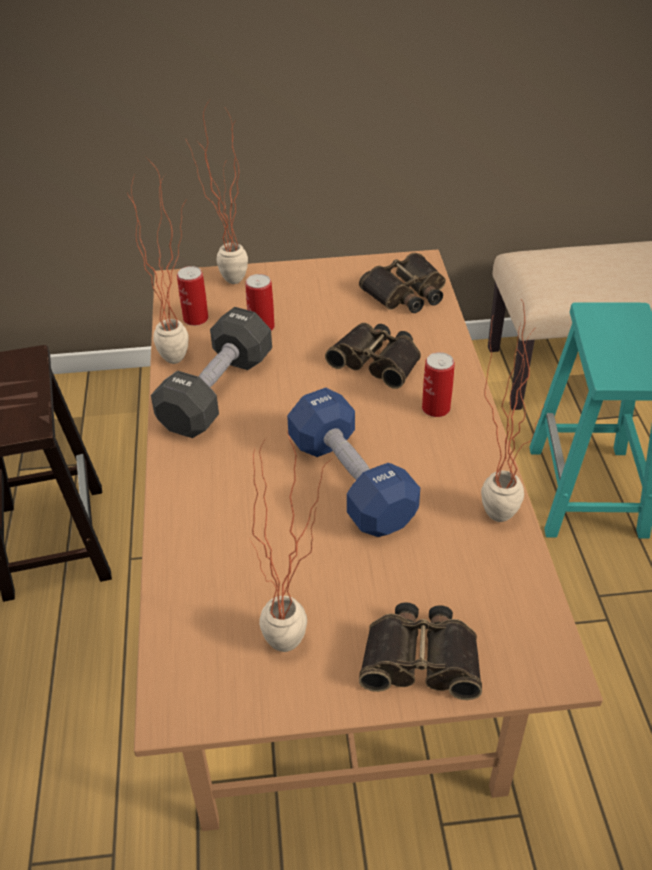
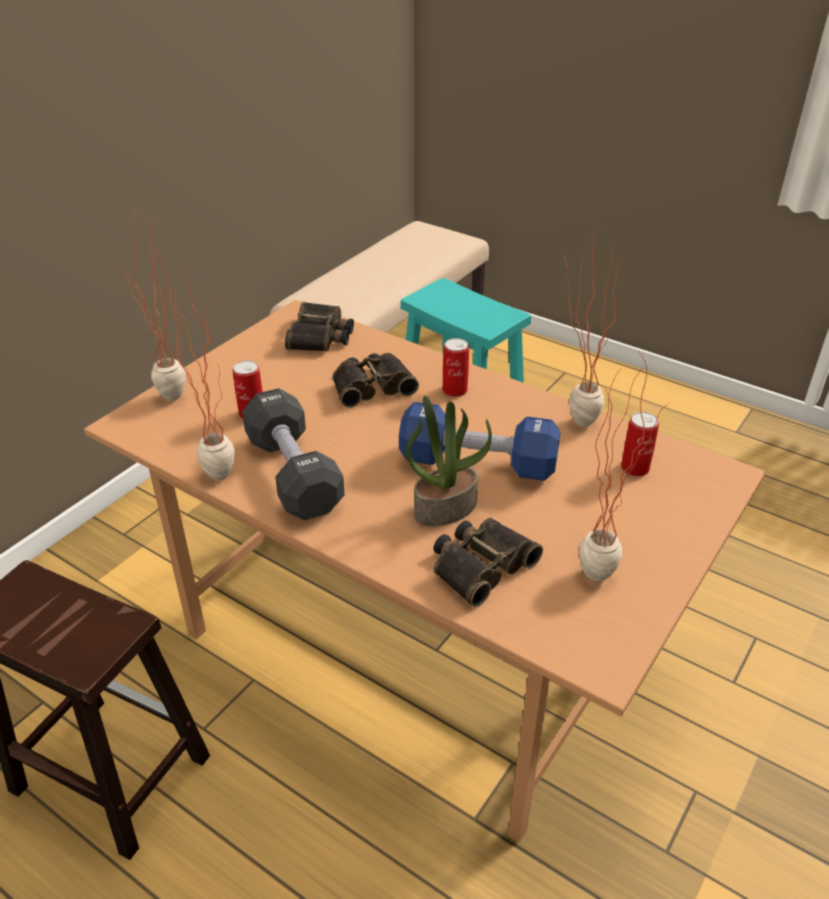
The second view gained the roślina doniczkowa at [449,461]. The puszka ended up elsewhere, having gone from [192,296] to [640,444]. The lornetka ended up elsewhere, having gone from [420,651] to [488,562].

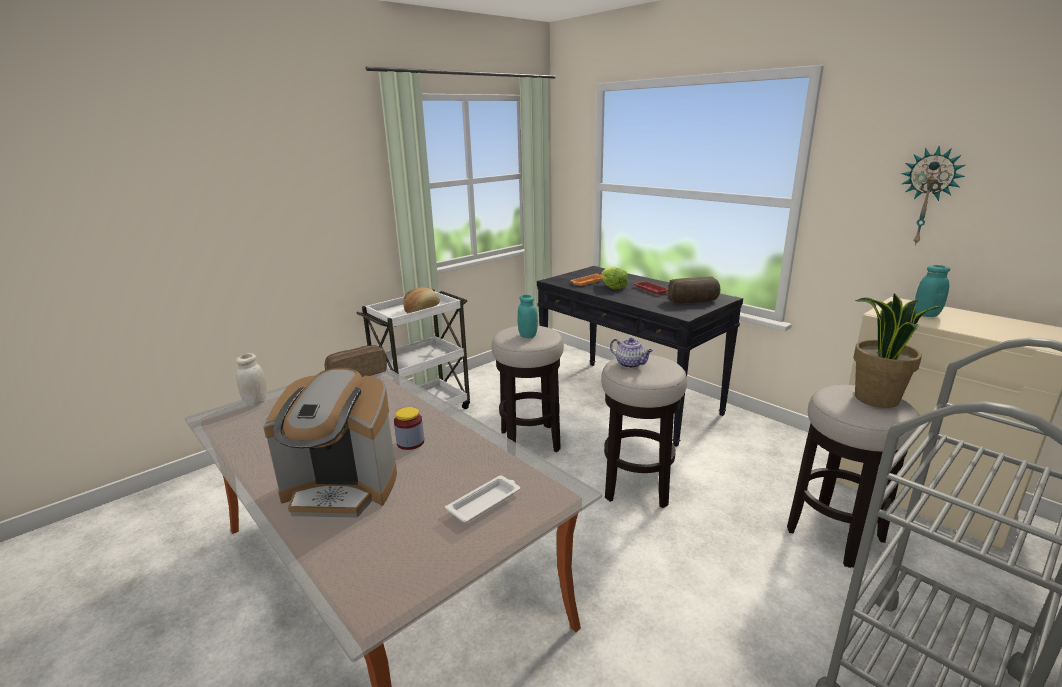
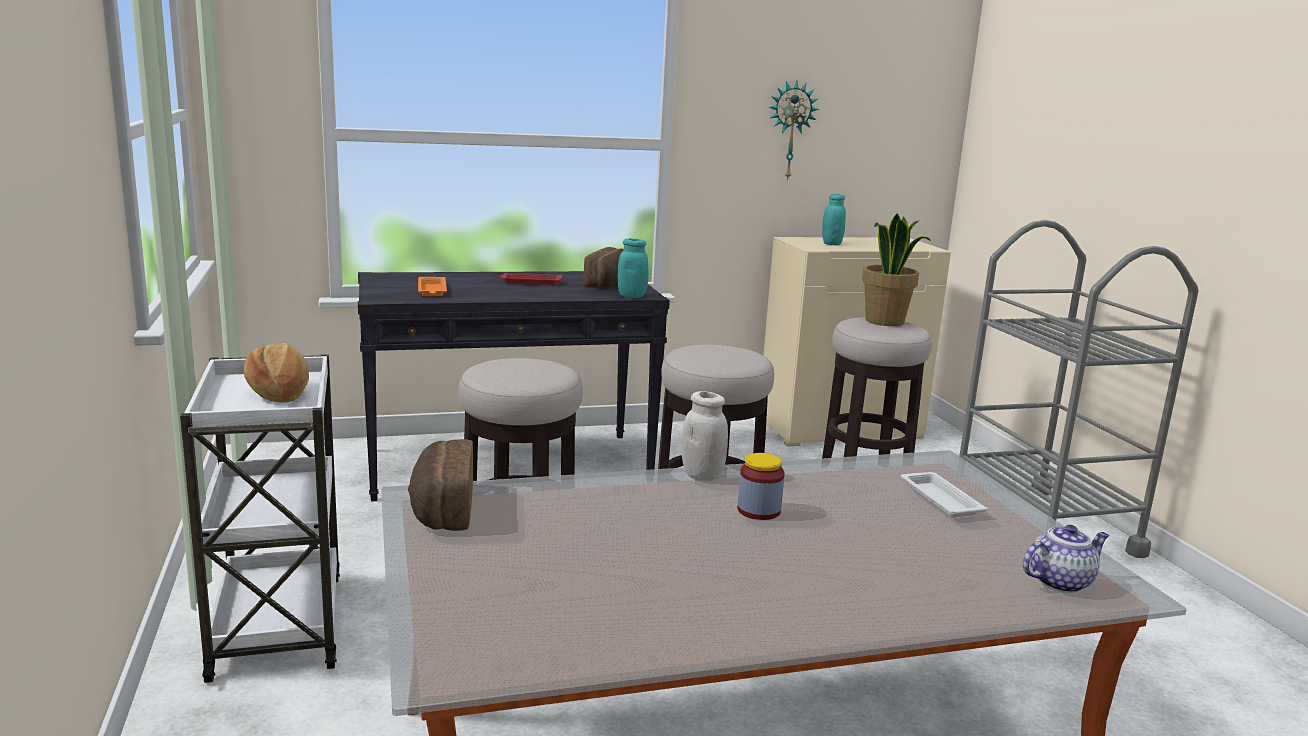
The second view lost the ekspres do kawy at [330,443]. The second view lost the sałata at [614,278]. The słoik (biały) ended up elsewhere, having gone from [251,379] to [704,436]. The słoik (turkusowy) ended up elsewhere, having gone from [528,316] to [633,268]. The imbryk ended up elsewhere, having gone from [631,353] to [1066,559].

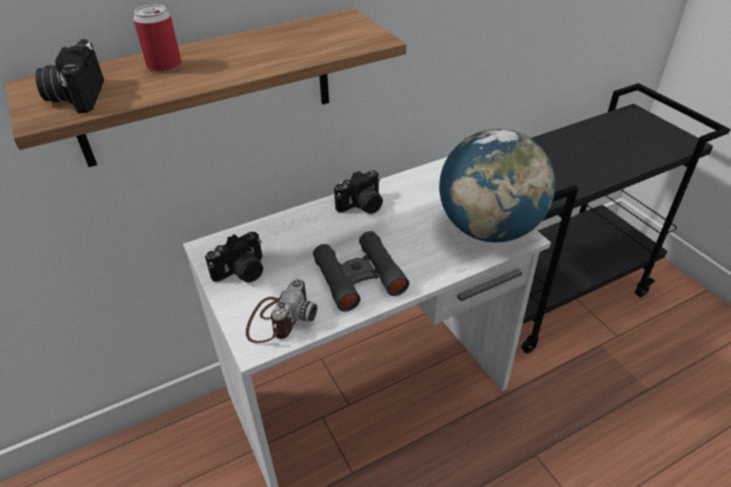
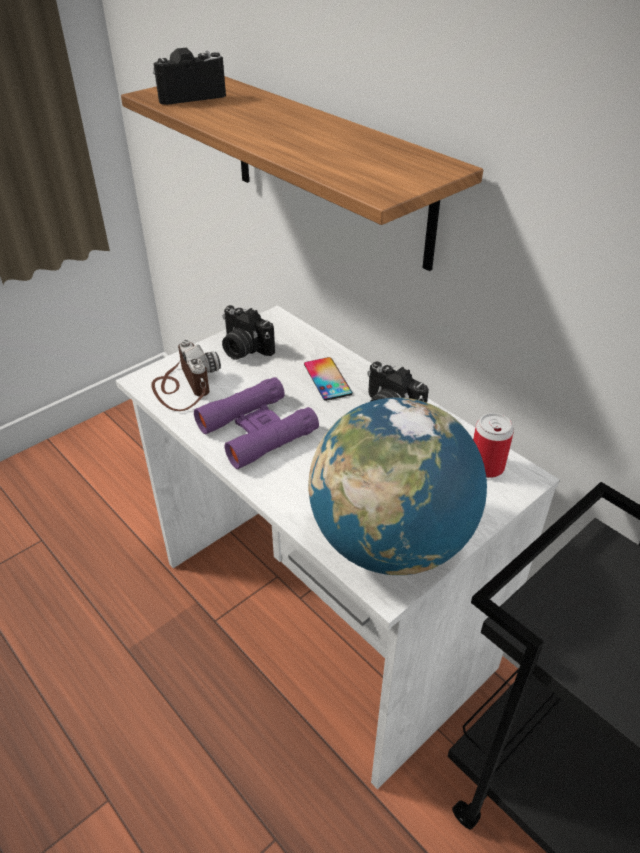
The second view gained the telefon at [328,379]. The puszka ended up elsewhere, having gone from [157,38] to [493,445]. What was the lornetka (czarny) at [361,271] turned into the lornetka (fioletowy) at [256,423]. The aparat fotograficzny at [281,311] ended up facing another way, 120 degrees counterclockwise from before.

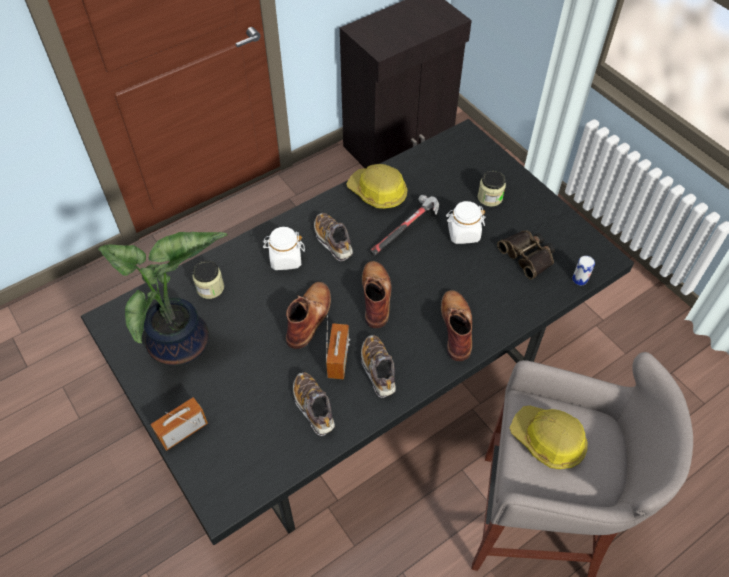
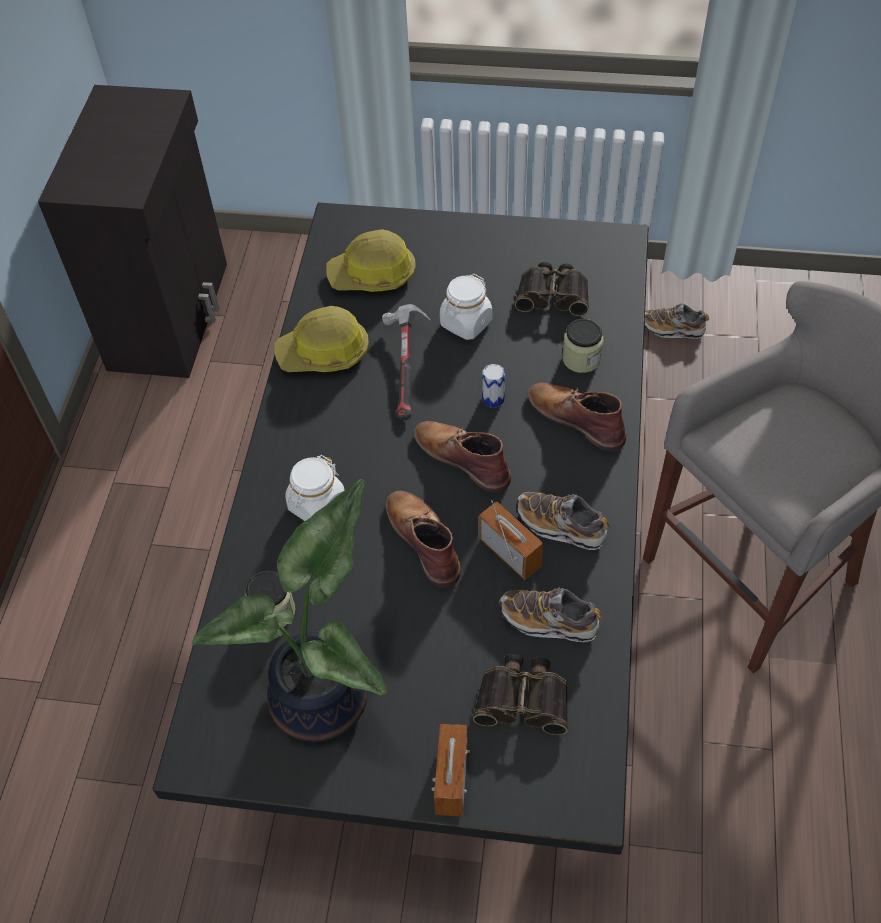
The second view gained the lornetka at [520,694]. The but ended up elsewhere, having gone from [333,237] to [677,321]. The słoik ended up elsewhere, having gone from [491,189] to [583,346]. The kask ended up elsewhere, having gone from [549,437] to [371,260]. The puszka ended up elsewhere, having gone from [583,270] to [493,386].

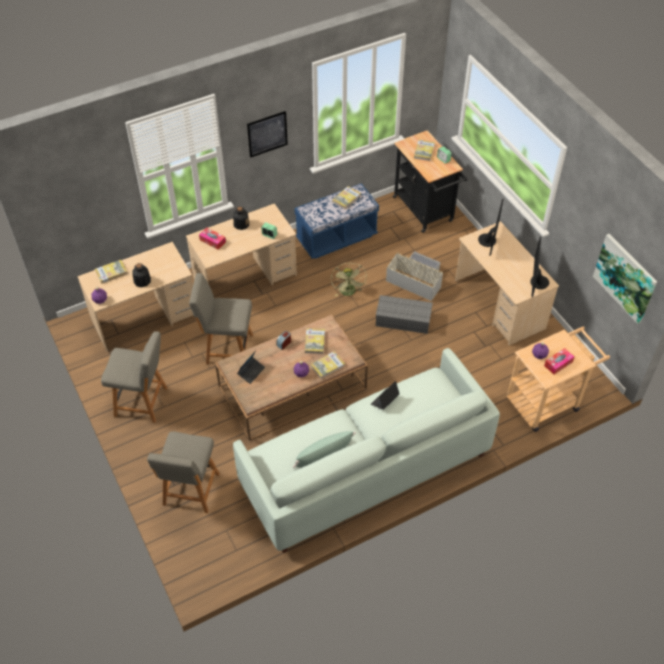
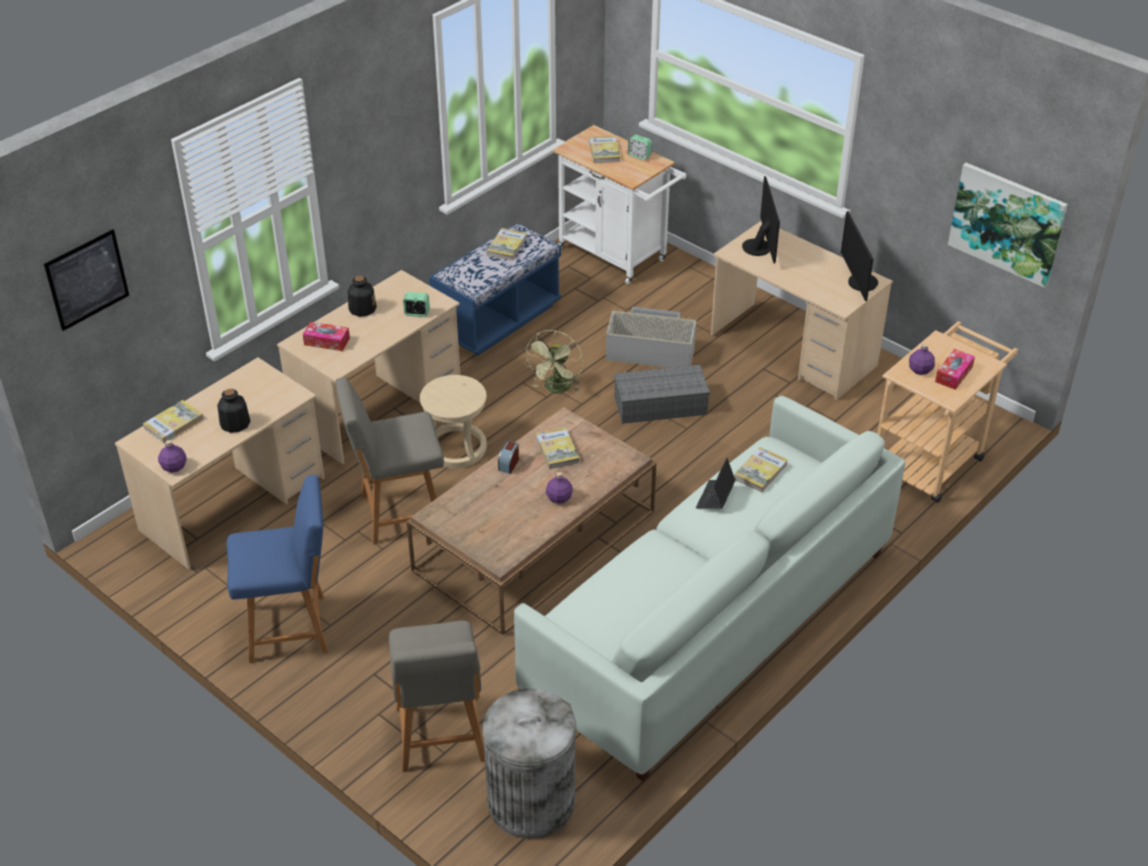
The second view lost the laptop at [251,367]. The second view lost the poduszka (zielony) at [324,449]. The second view gained the stołek (beżowy) at [453,421]. The second view gained the kosz na śmieci (szary) at [529,764]. The obraz ended up elsewhere, having gone from [267,134] to [86,280]. The książka ended up elsewhere, having gone from [328,365] to [761,469]. What was the krzesło (szary) at [134,377] turned into the krzesło (niebieski) at [277,569]. What was the wózek (czarny) at [430,181] turned into the wózek (biały) at [619,204]. The wentylator (zielony) at [349,279] ended up facing another way, 45 degrees clockwise from before.

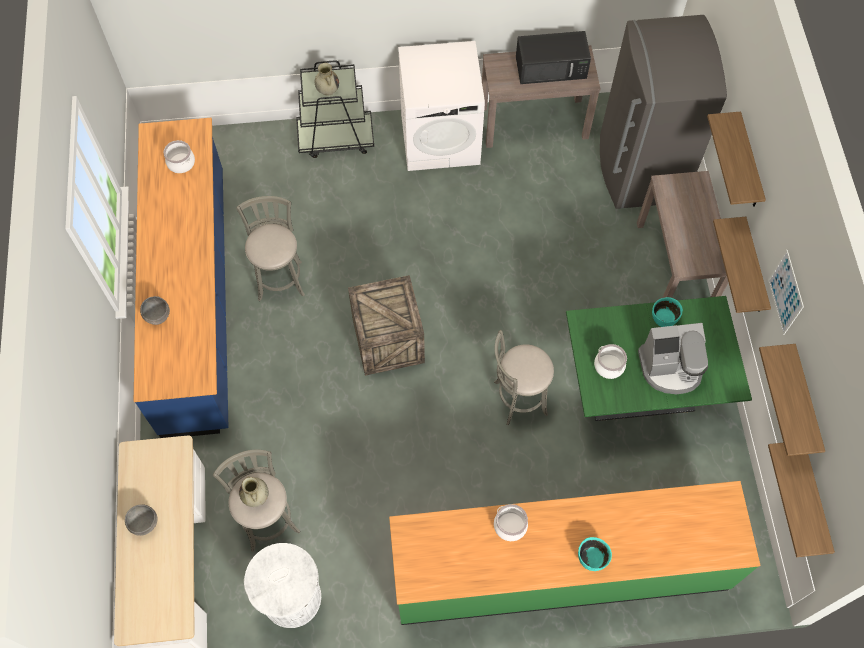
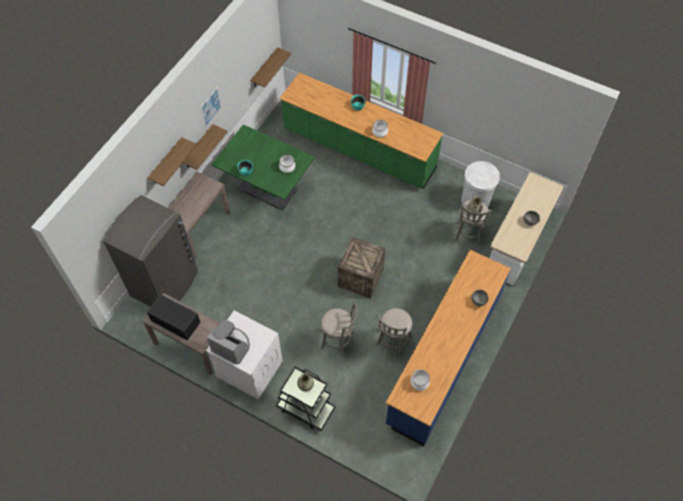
The second view lost the półka at [792,400]. The stołek (szary) ended up elsewhere, having gone from [524,377] to [338,329]. The ekspres do kawy ended up elsewhere, having gone from [673,358] to [228,342].

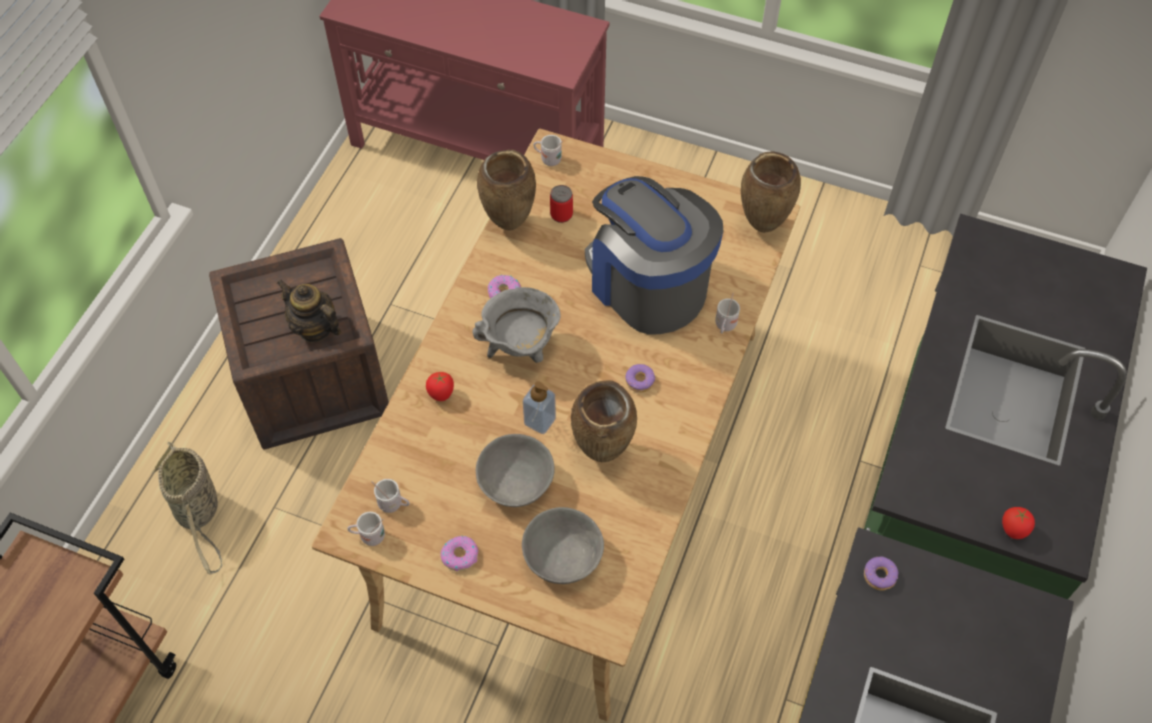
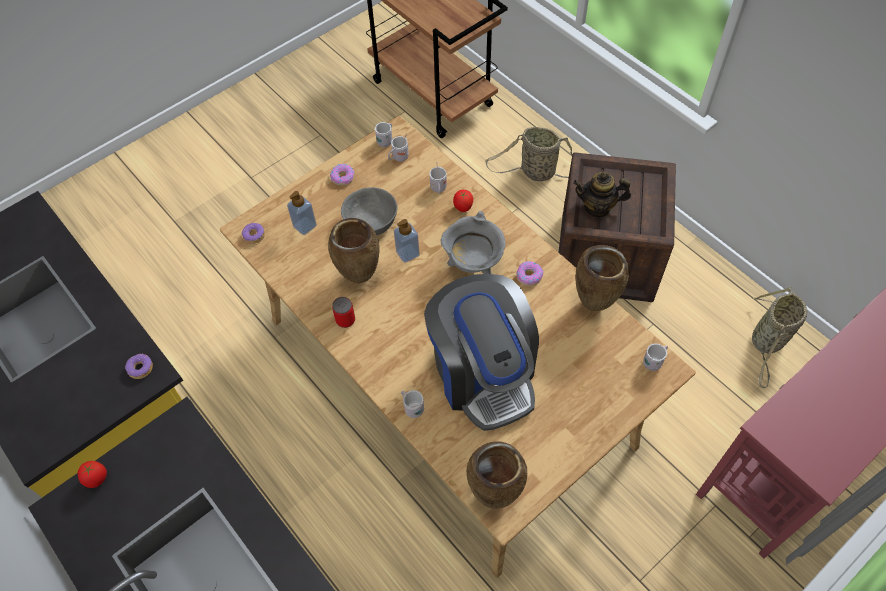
The second view gained the kubek (biały) at [438,178]. The second view gained the koszyk at [779,337]. The puszka ended up elsewhere, having gone from [561,204] to [343,312]. The donut ended up elsewhere, having gone from [641,378] to [253,233]. Where the miska (szary) stood at [563,545], the dozownik mydła came to stand at [302,213]. The imbryk at [309,311] ended up facing another way, 150 degrees counterclockwise from before. The ekspres do kawy at [654,255] ended up facing another way, 75 degrees clockwise from before.

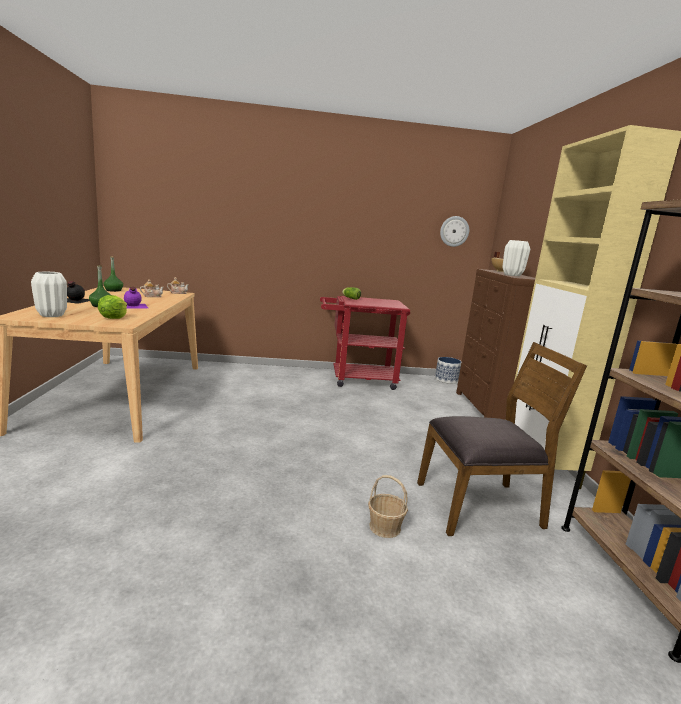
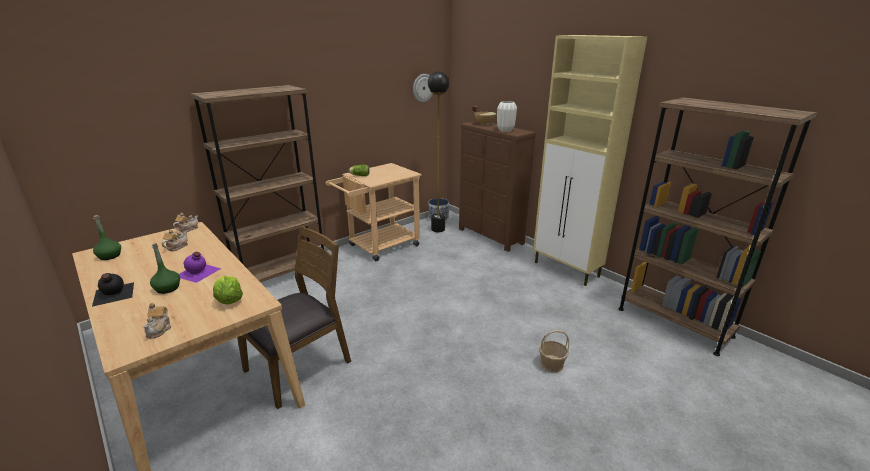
The second view gained the regał (brązowy) at [257,183]. The second view gained the lampa stojąca (czarny) at [439,151]. The krzesło (brązowy) ended up elsewhere, having gone from [502,439] to [294,317]. Where the wazon (biały) stood at [49,294], the imbryk came to stand at [157,320]. What was the wózek (czerwony) at [365,343] turned into the wózek (beżowy) at [374,212].

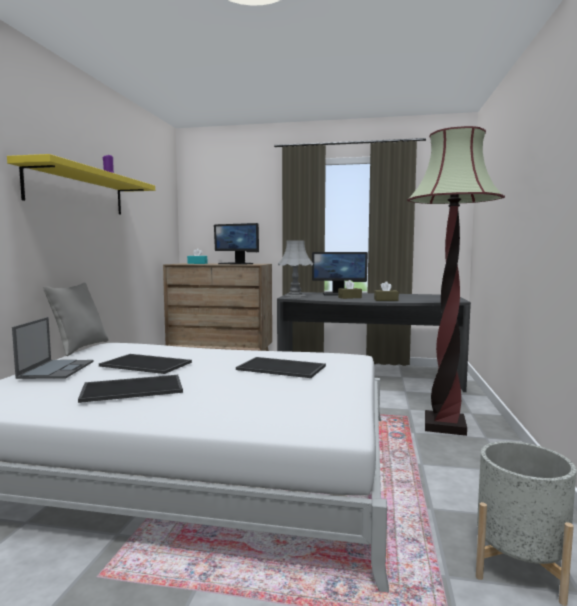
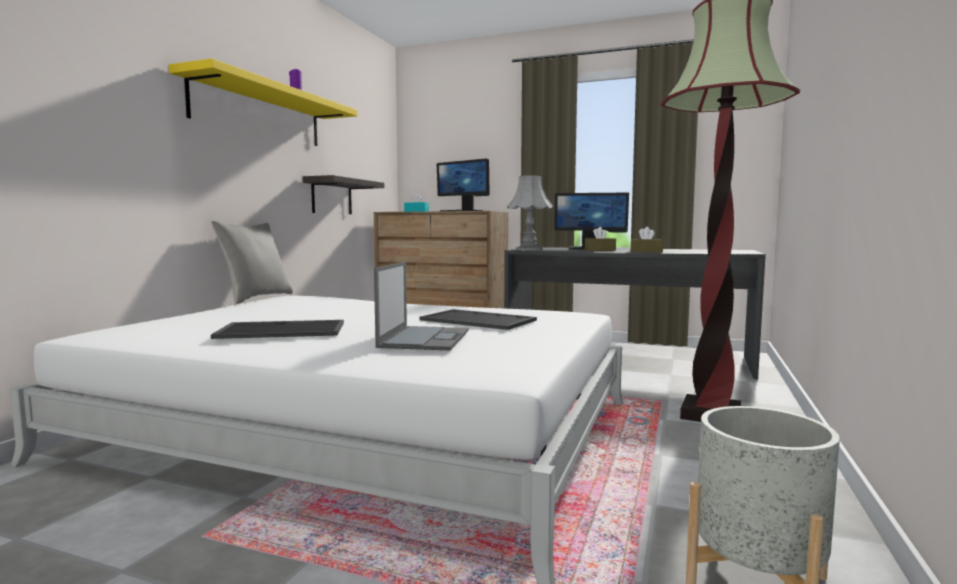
The second view lost the taca at [145,364]. The second view gained the półka at [343,194]. The laptop ended up elsewhere, having gone from [53,348] to [421,306].

